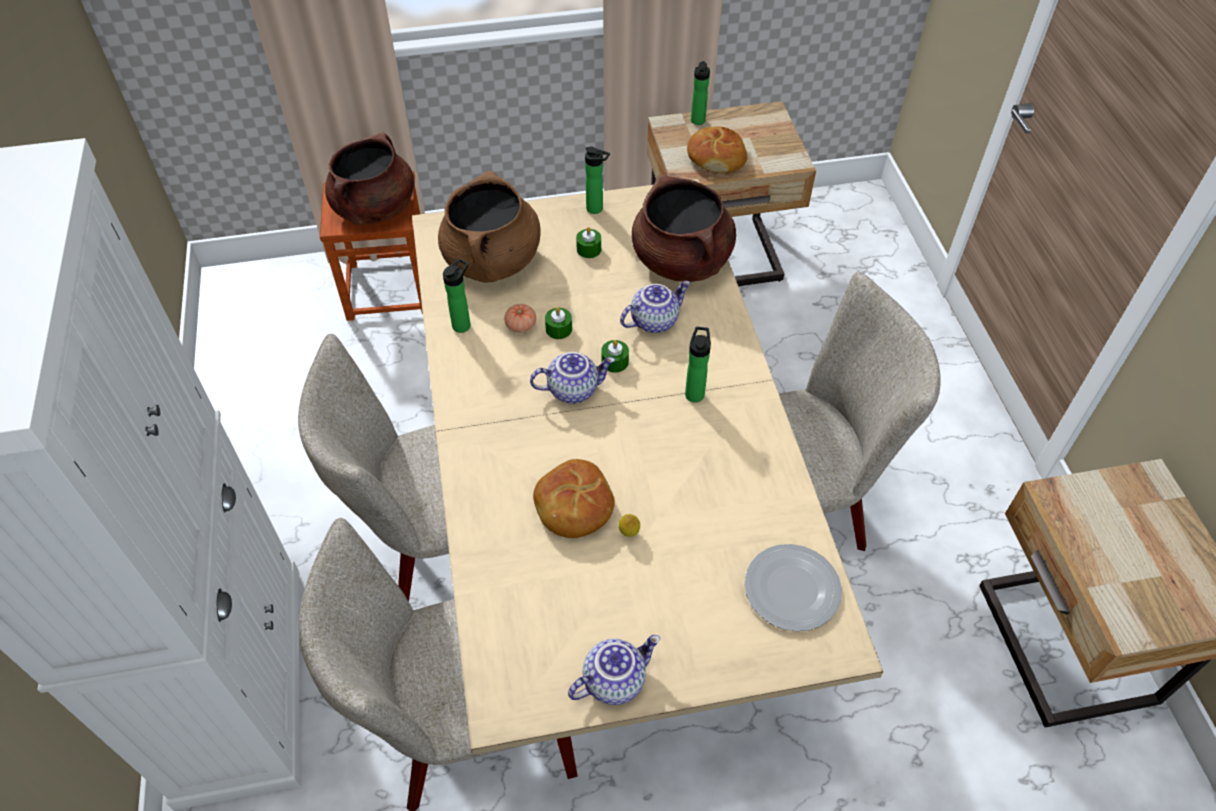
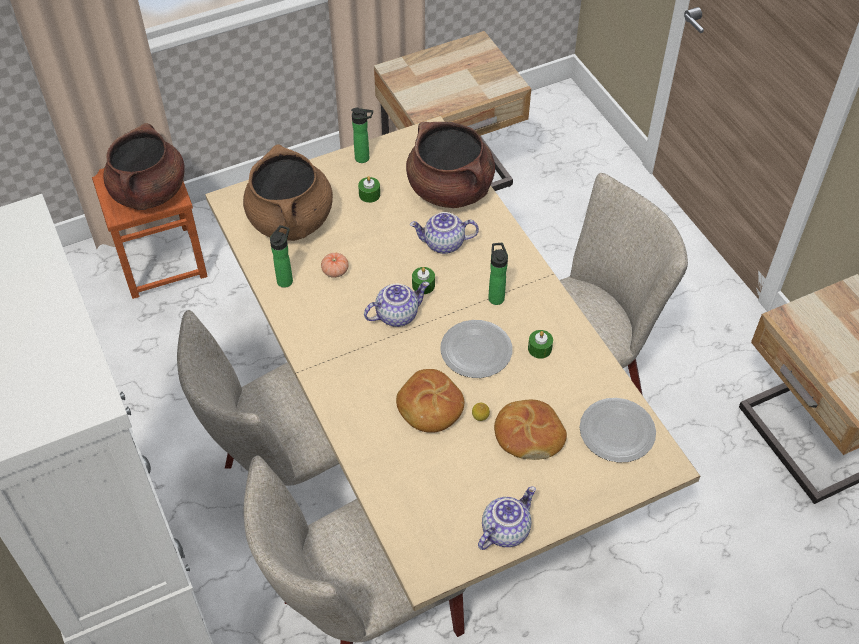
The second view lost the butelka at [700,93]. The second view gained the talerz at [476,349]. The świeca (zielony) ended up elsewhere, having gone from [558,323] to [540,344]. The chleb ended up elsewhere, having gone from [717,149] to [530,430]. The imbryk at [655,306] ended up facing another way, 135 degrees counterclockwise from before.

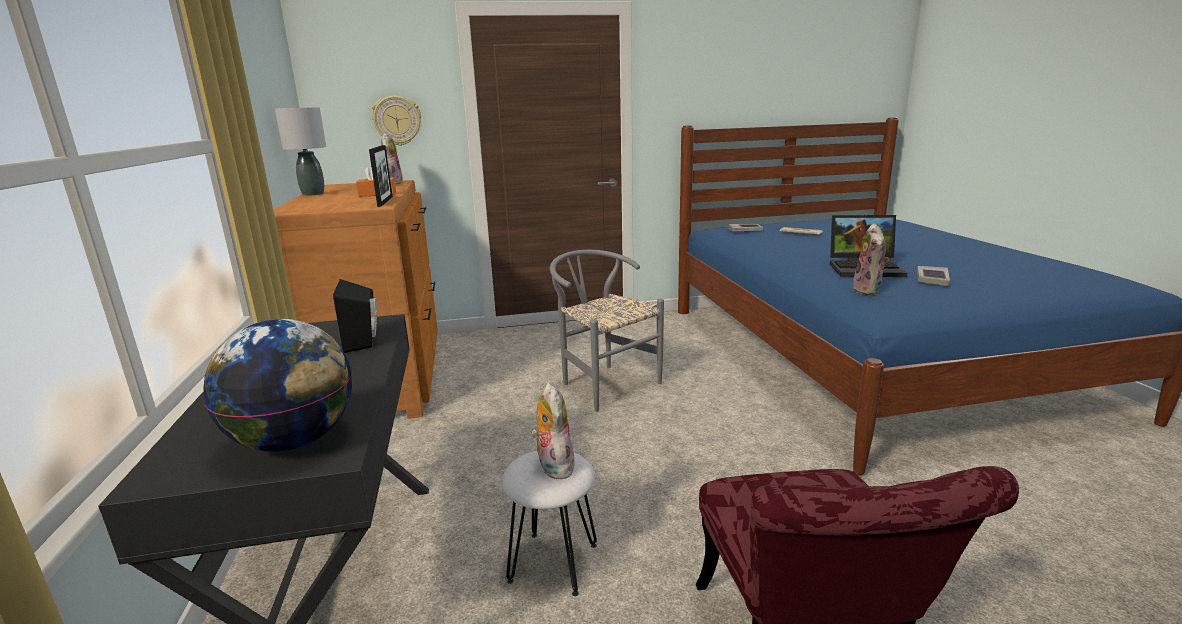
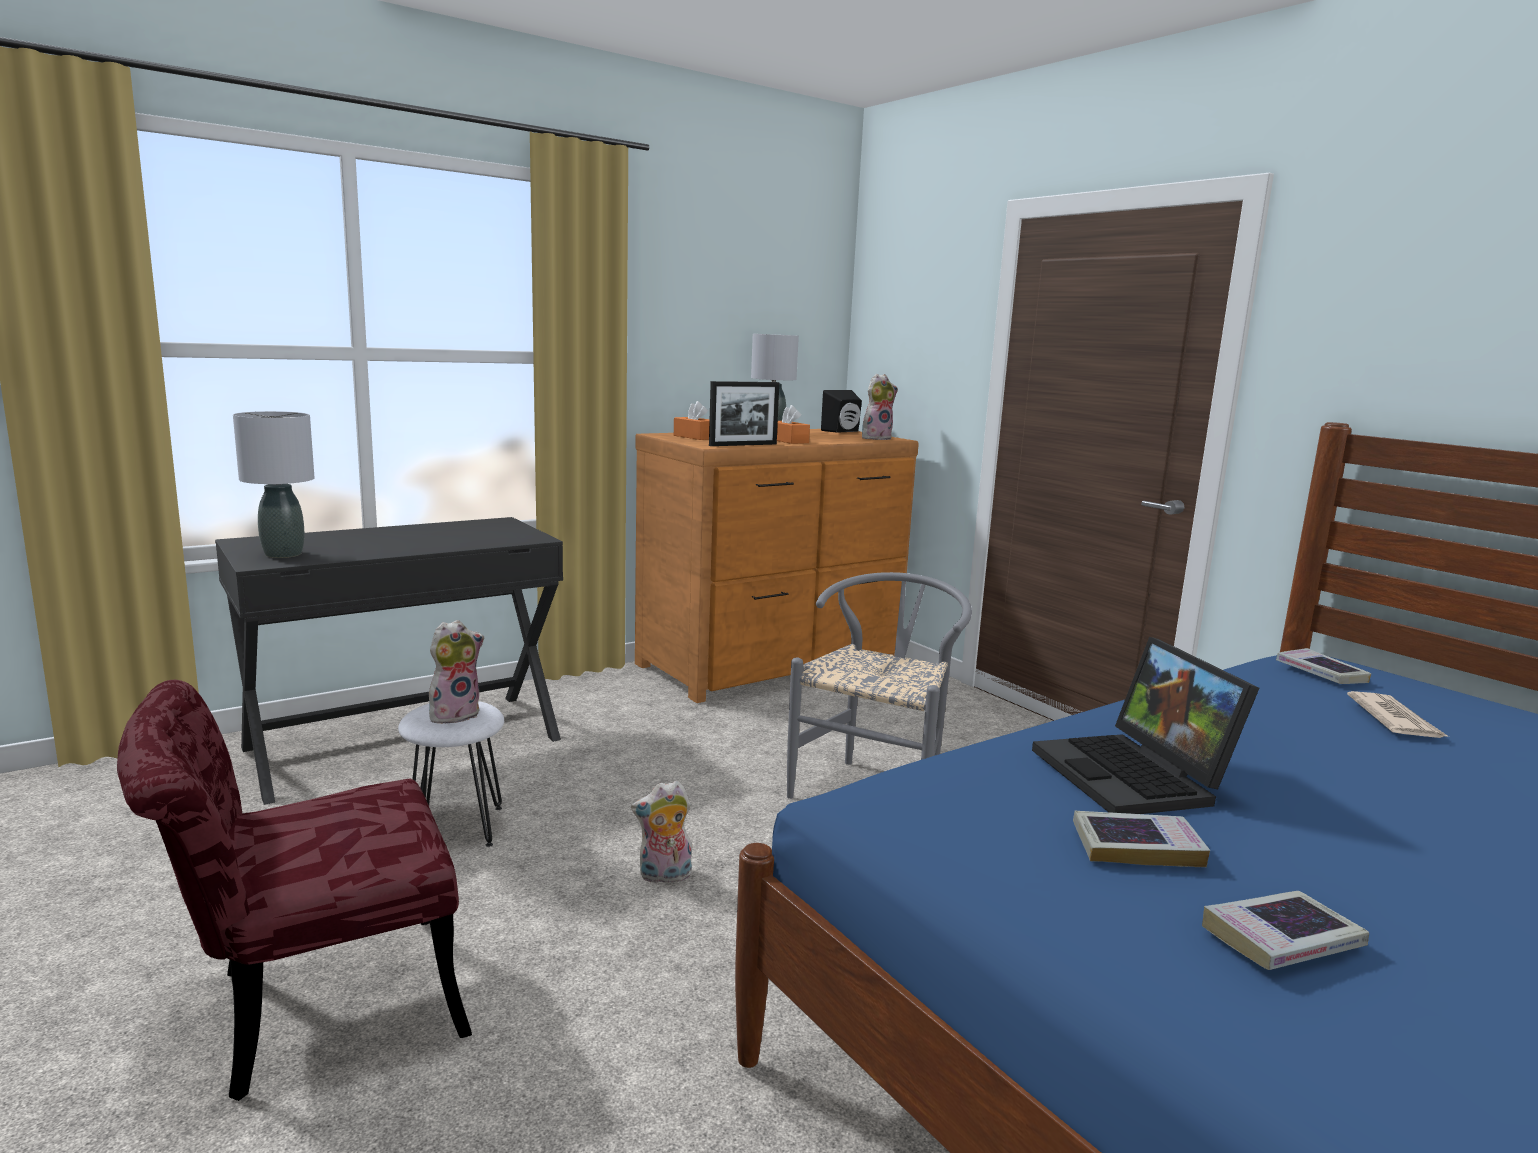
The second view lost the zegar ścienny at [396,121]. The second view gained the pudełko chusteczek (pomarańczowy) at [692,420]. The second view gained the książka at [1285,930]. The głośnik (czarny) ended up elsewhere, having gone from [355,316] to [841,411]. The pluszak ended up elsewhere, having gone from [870,259] to [661,832]. Where the globus stood at [277,385], the lampa stołowa (szary) came to stand at [274,484].

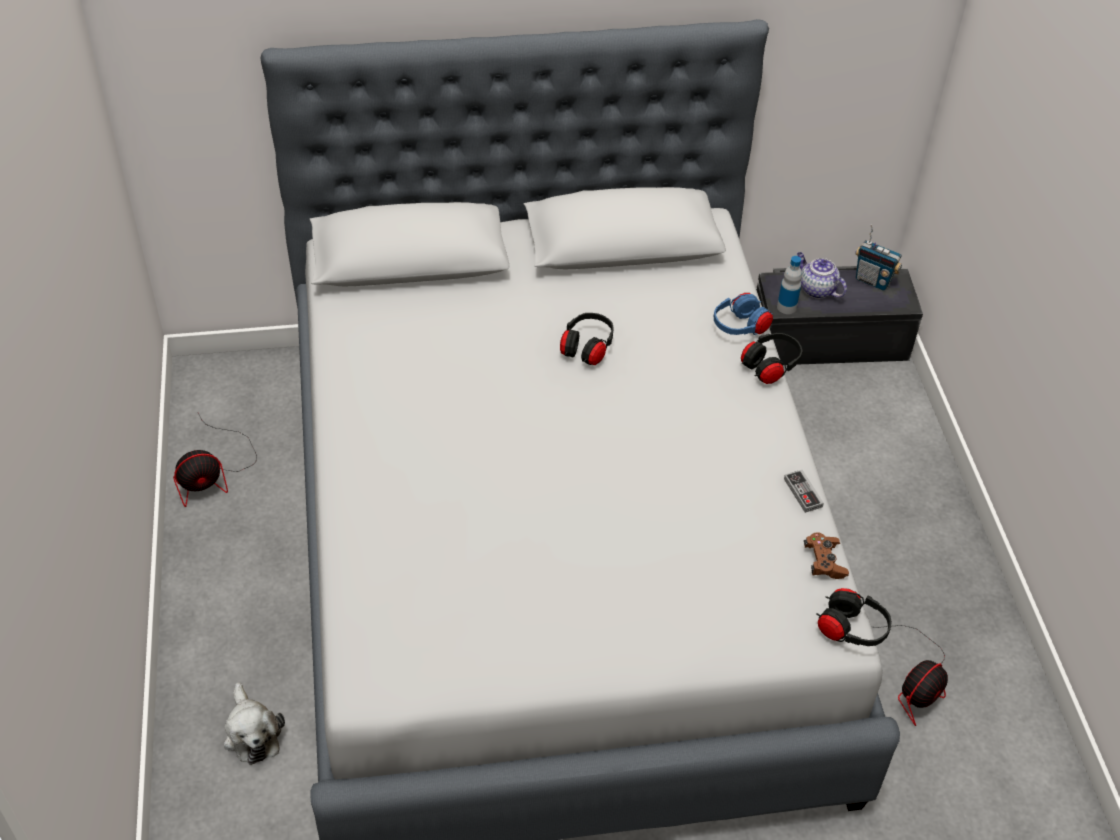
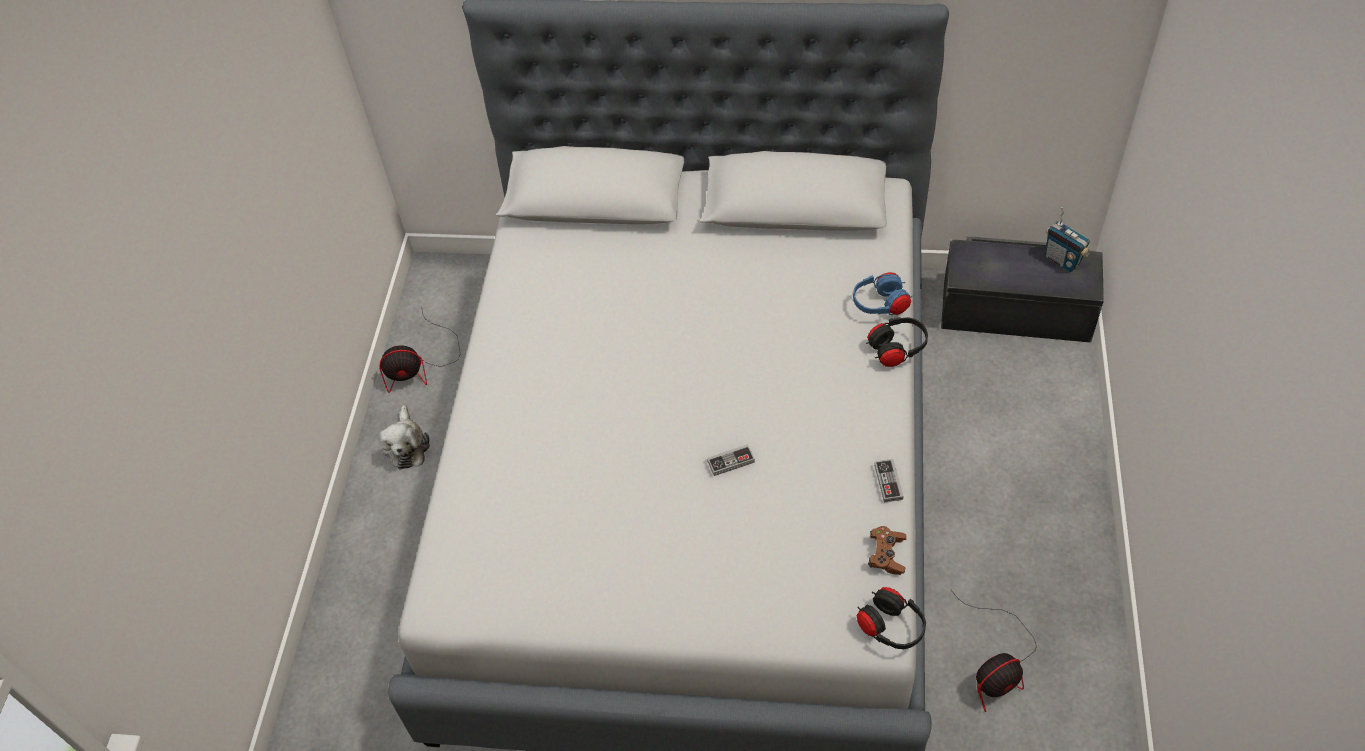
The second view lost the słuchawki (czarny) at [587,339]. The second view lost the butelka at [789,285]. The second view lost the imbryk at [822,275]. The second view gained the pad do gier at [731,460]. The pluszak ended up elsewhere, having gone from [254,723] to [404,437].

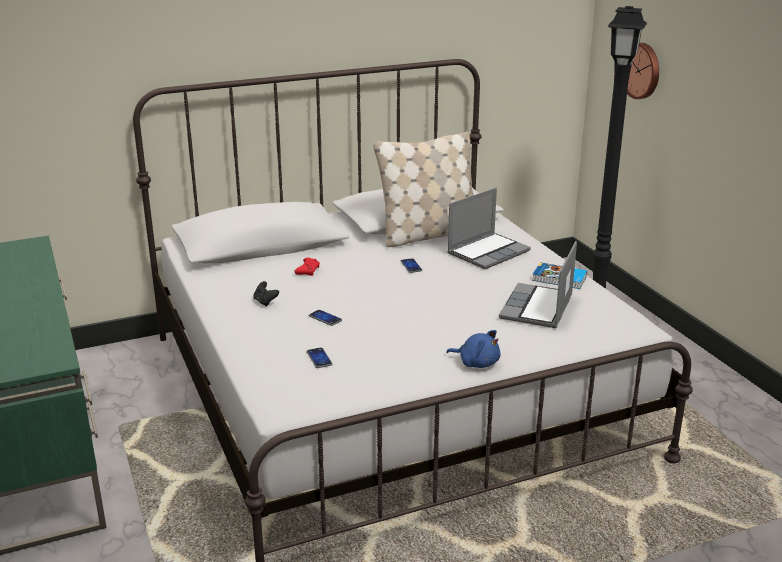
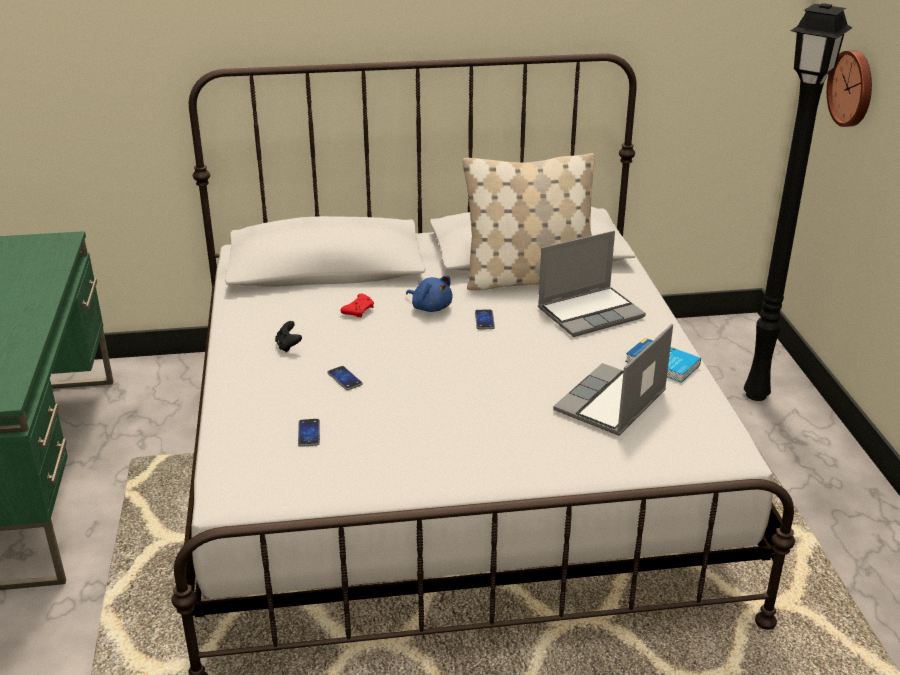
The pluszak (niebieski) ended up elsewhere, having gone from [473,349] to [429,294].

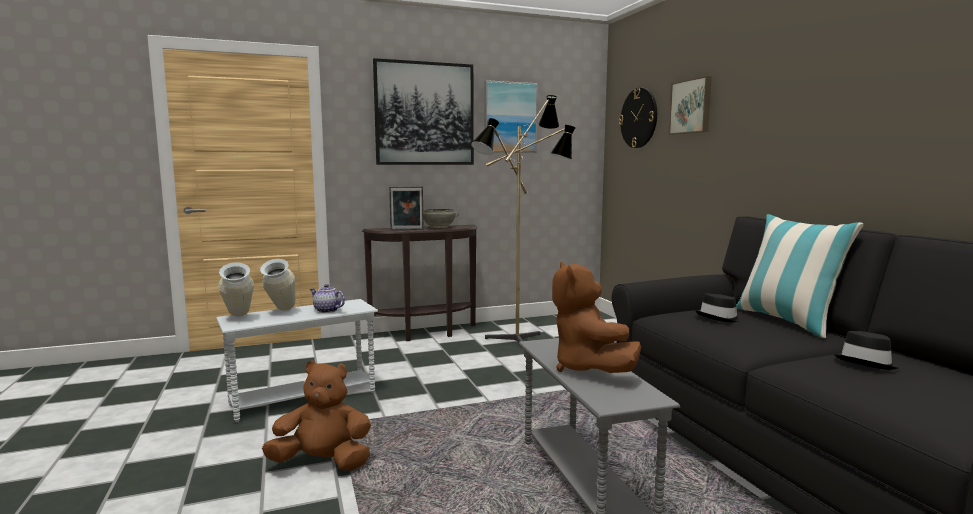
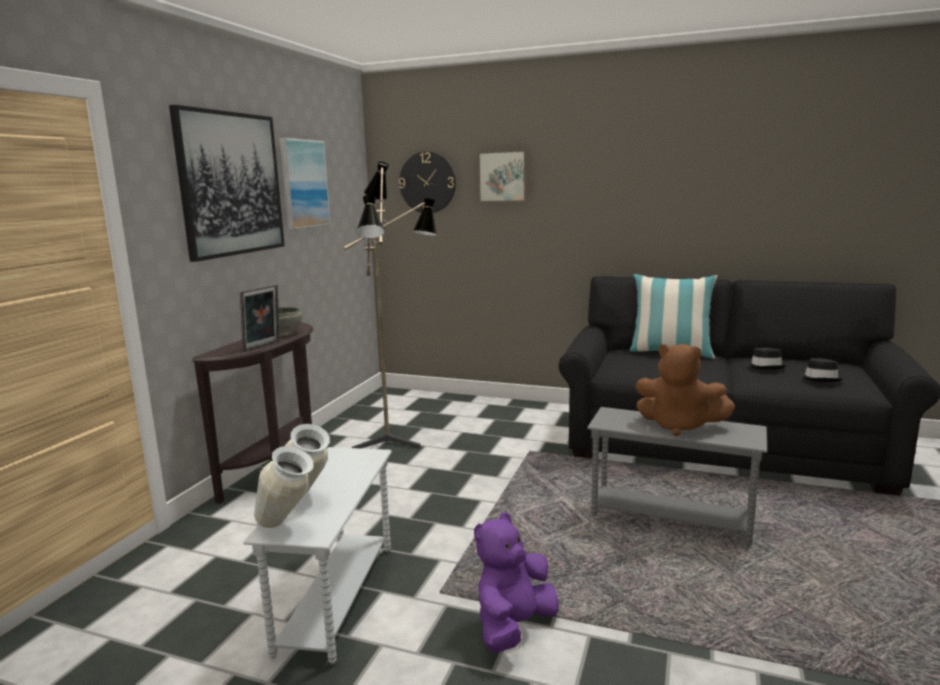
The second view lost the imbryk at [327,298]. The kapelusz (czarny) ended up elsewhere, having gone from [719,307] to [821,370]. What was the pluszak (brązowy) at [316,416] turned into the pluszak (fioletowy) at [516,582].

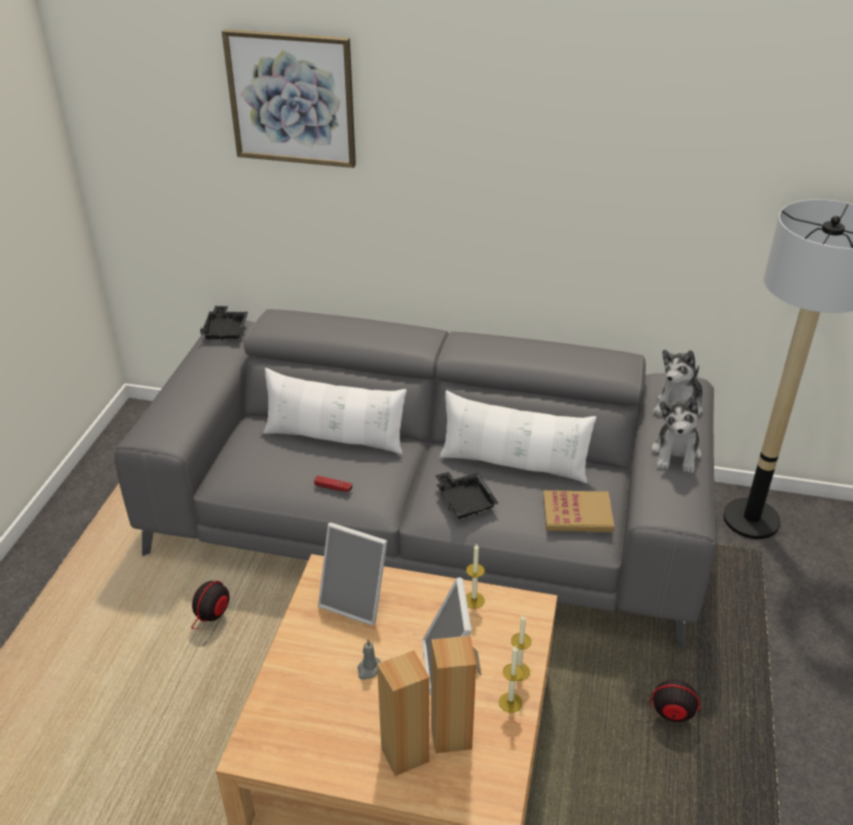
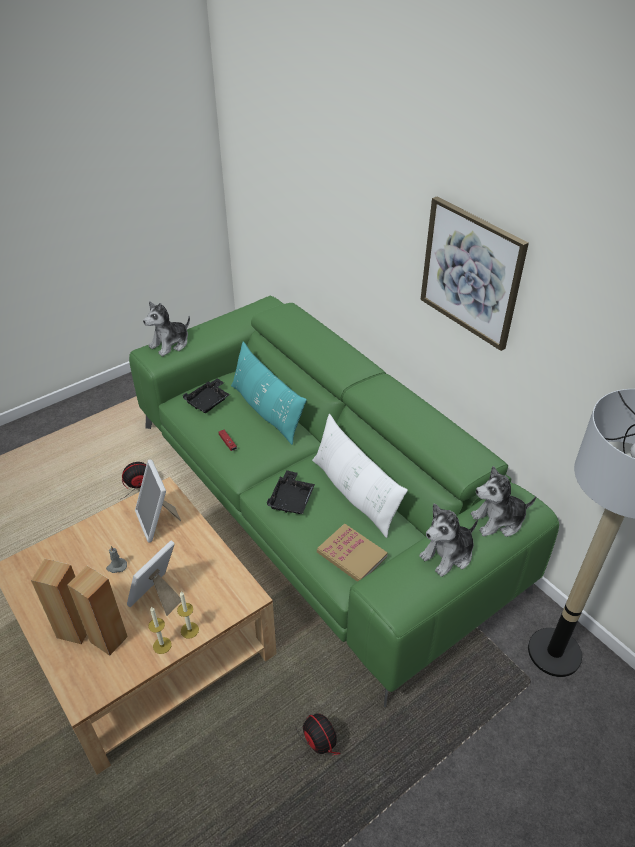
The second view lost the świeca at [475,576]. The second view gained the pluszak at [166,328]. The taca (czarny) ended up elsewhere, having gone from [224,323] to [206,395]. The obraz ended up elsewhere, having gone from [289,98] to [475,273]. What was the kanapa (szary) at [415,479] turned into the kanapa (zielony) at [344,501]. What was the poduszka (biały) at [335,411] turned into the poduszka (turkusowy) at [269,393].

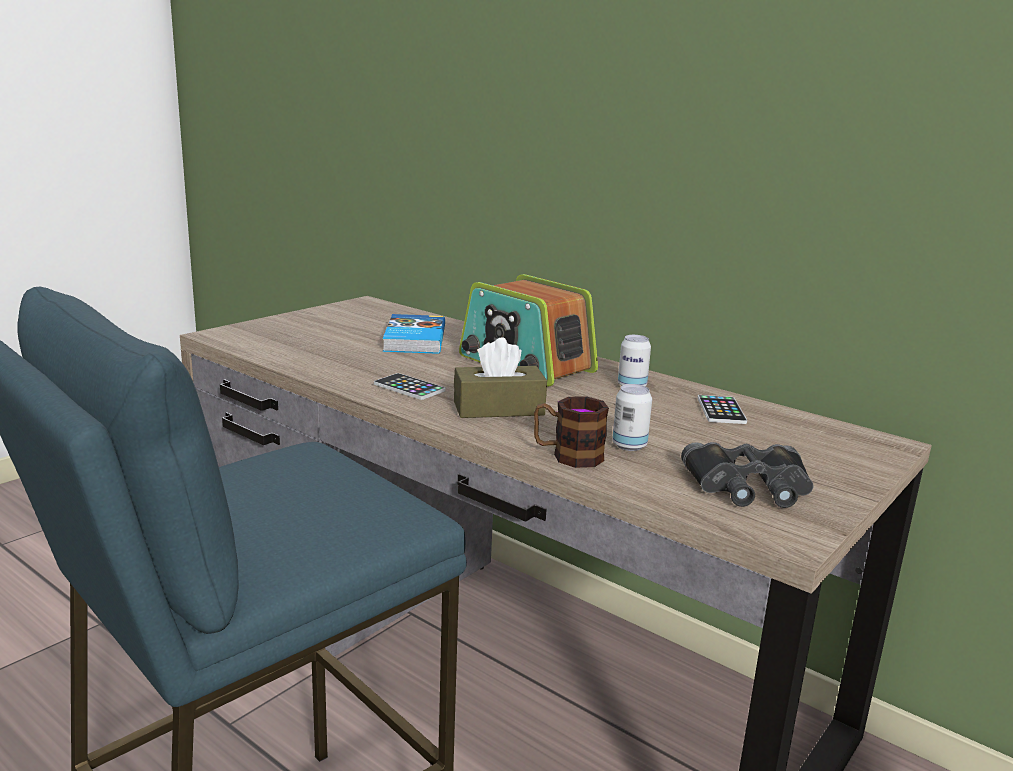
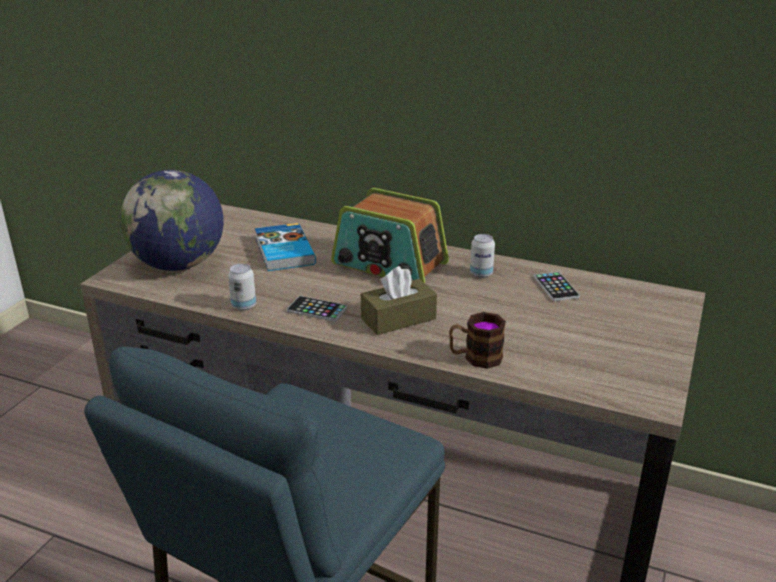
The second view lost the lornetka (czarny) at [747,475]. The second view gained the globus at [172,220]. The puszka ended up elsewhere, having gone from [632,417] to [242,287].

